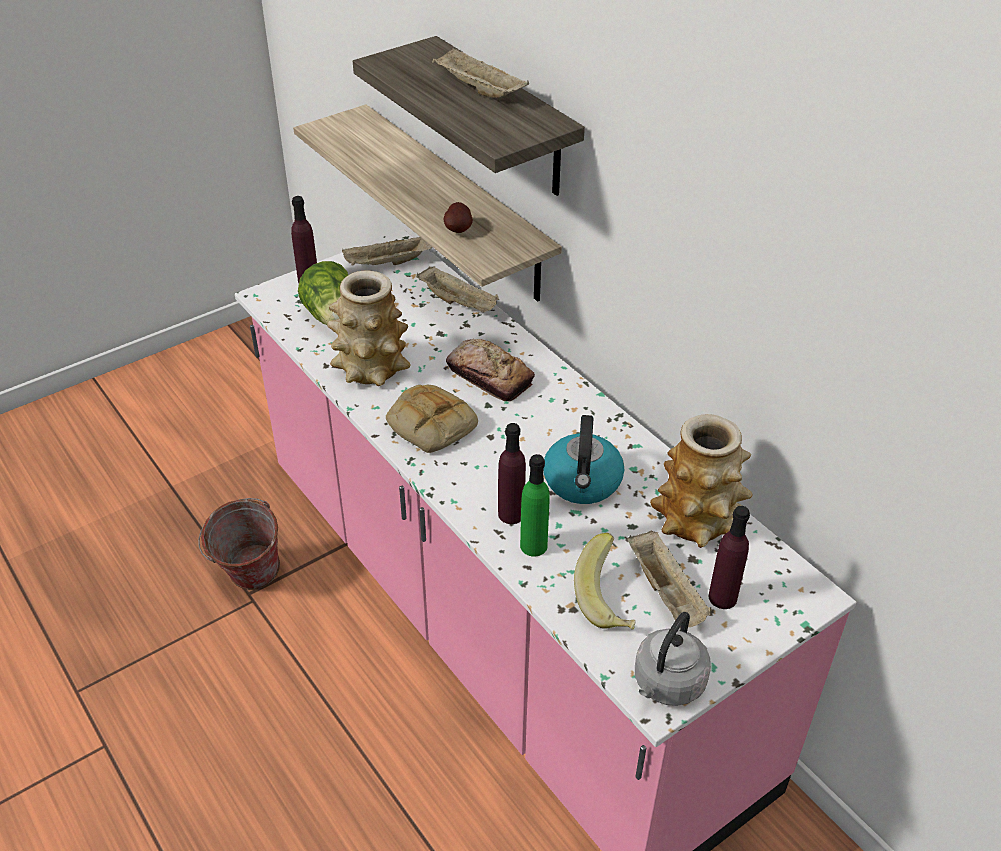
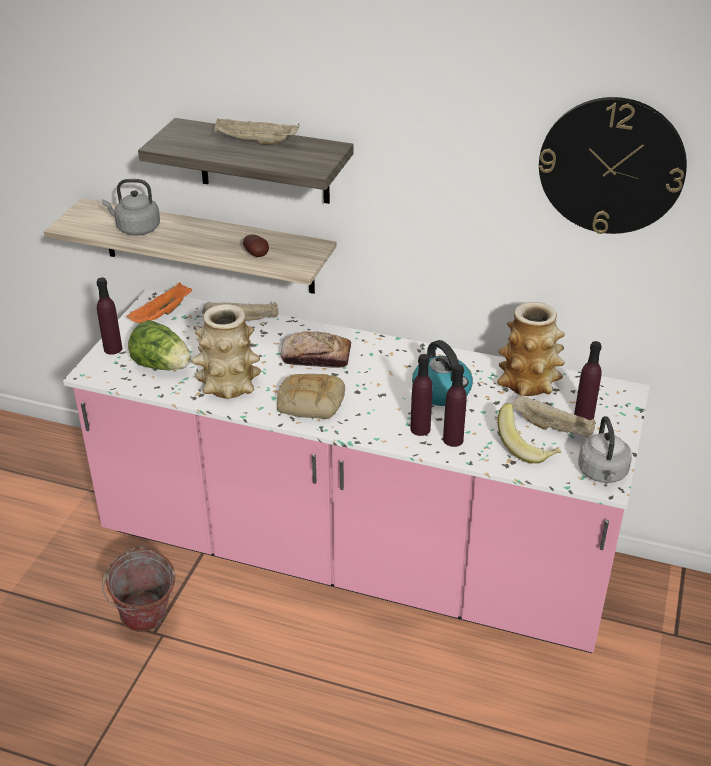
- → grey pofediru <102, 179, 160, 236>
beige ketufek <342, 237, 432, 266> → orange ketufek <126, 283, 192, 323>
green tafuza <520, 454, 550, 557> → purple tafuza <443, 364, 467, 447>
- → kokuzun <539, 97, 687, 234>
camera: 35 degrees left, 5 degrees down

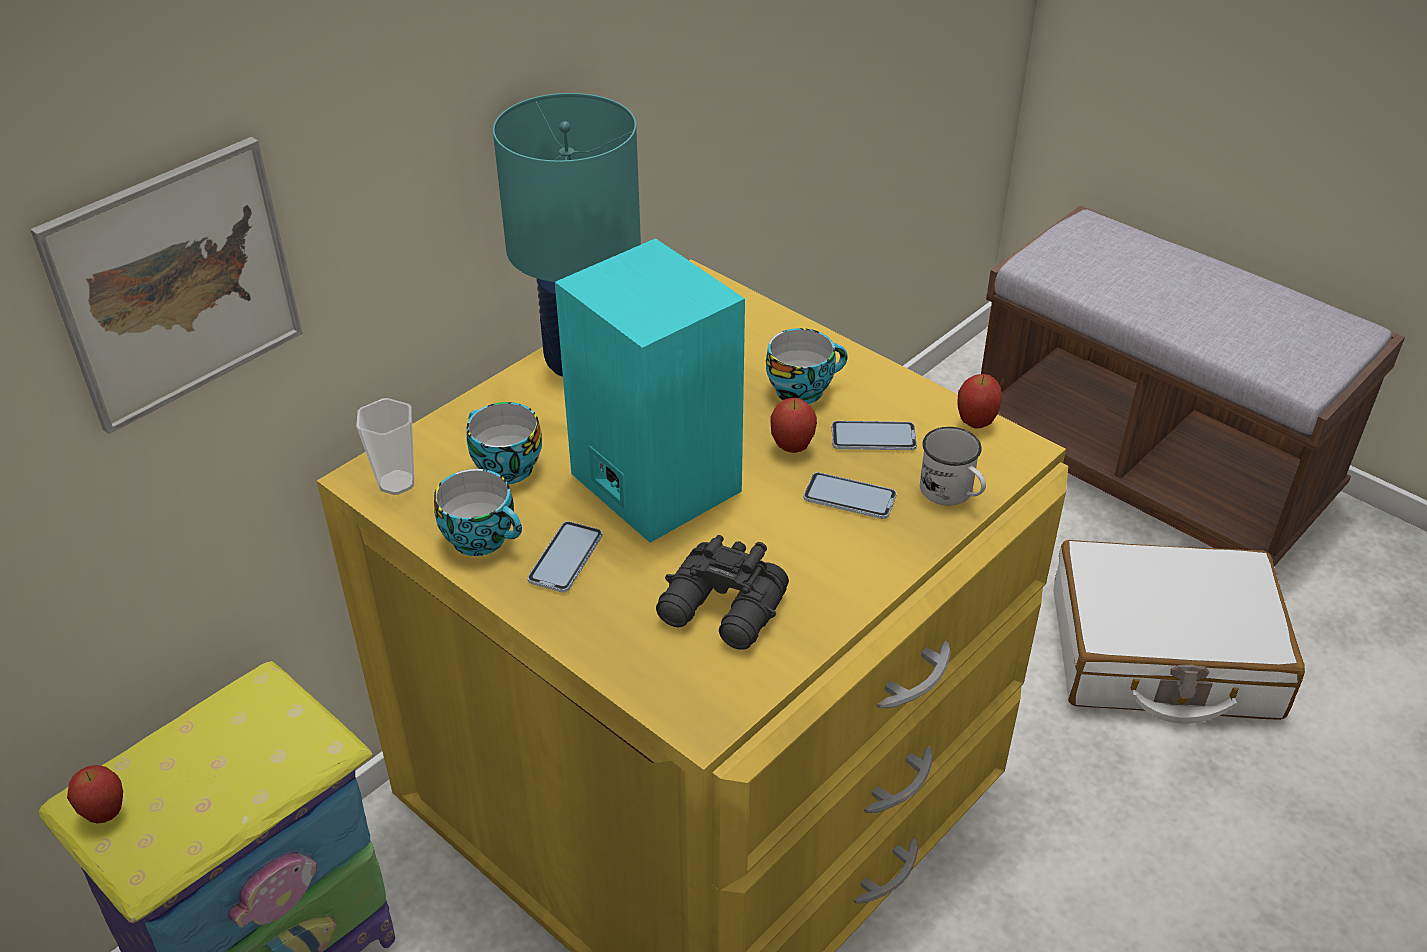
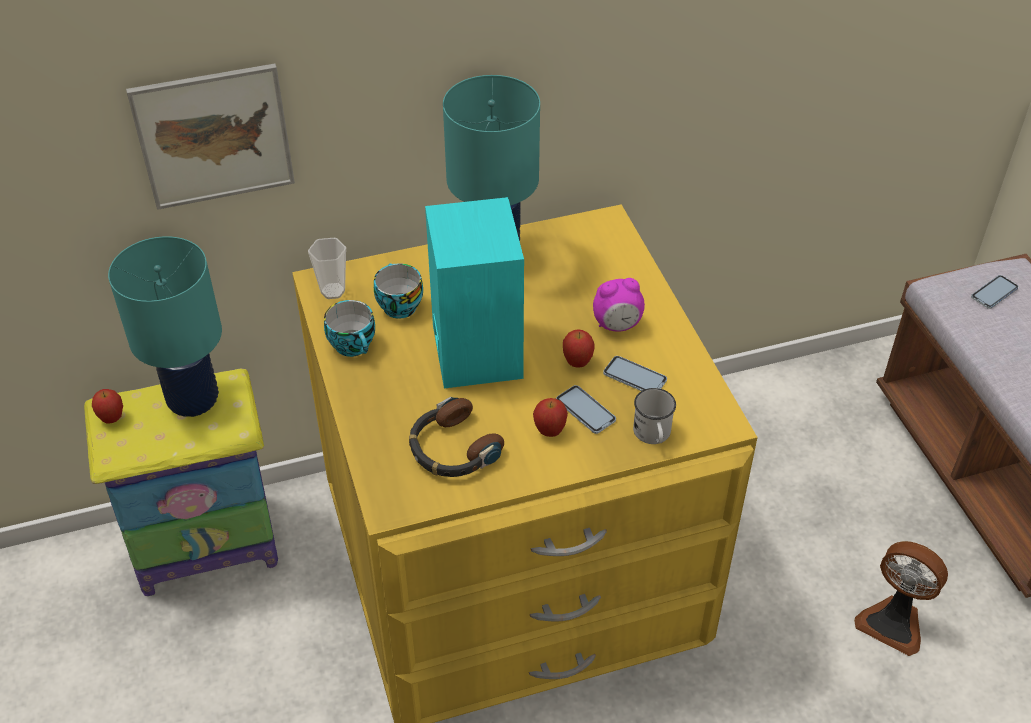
- → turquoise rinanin <108, 236, 222, 417>
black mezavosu <656, 535, 789, 650> → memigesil <409, 397, 504, 477>
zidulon <957, 374, 1002, 429> → zidulon <533, 398, 568, 437>, relocated
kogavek <766, 328, 847, 404> → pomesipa <593, 278, 645, 332>
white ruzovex <1053, 540, 1305, 724> → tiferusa <854, 541, 948, 656>
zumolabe <527, 521, 602, 592> → zumolabe <971, 275, 1019, 309>, relocated
camera: 30 degrees right, 5 degrees up

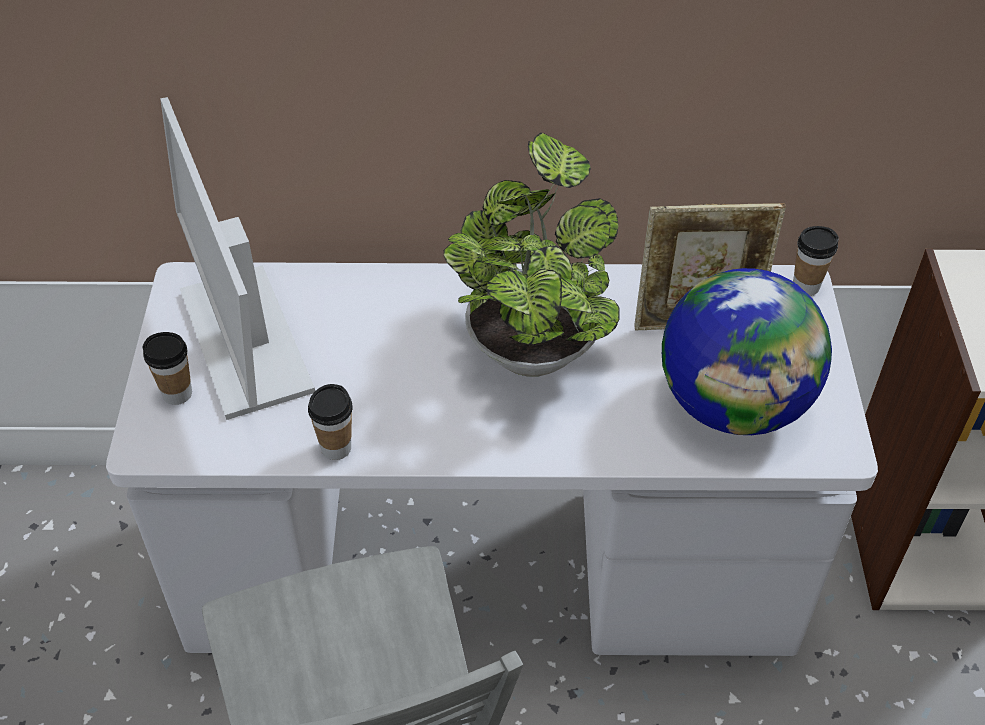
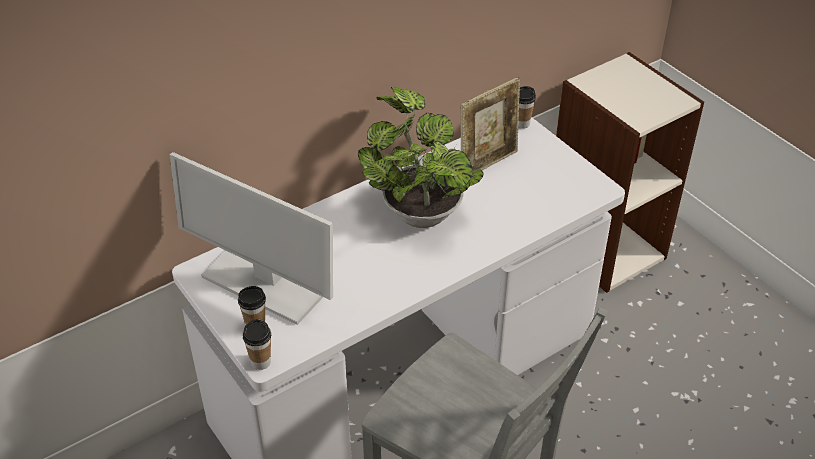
kogavek <308, 384, 353, 460> → kogavek <243, 319, 271, 370>, relocated
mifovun <662, 268, 832, 435> → -
camera: 35 degrees left, 5 degrees down

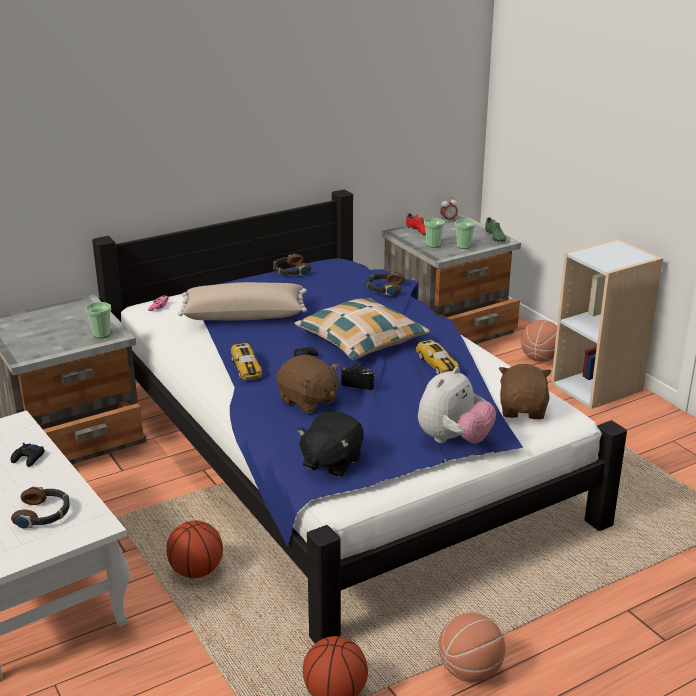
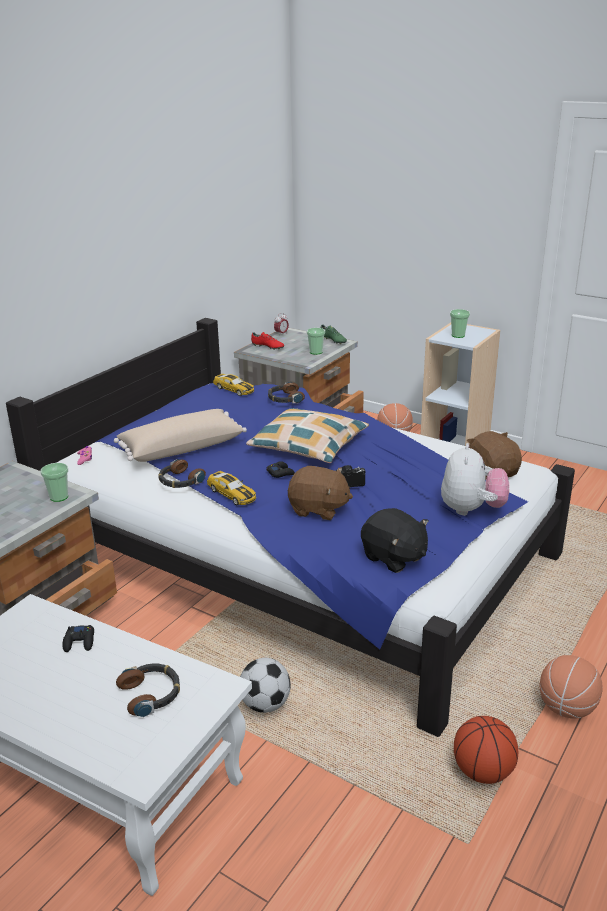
memigesil <273, 253, 311, 276> → memigesil <158, 459, 206, 488>, relocated
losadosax <416, 340, 459, 375> → losadosax <213, 374, 254, 396>, relocated
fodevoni <166, 520, 223, 578> → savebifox <240, 658, 291, 713>
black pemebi <297, 412, 364, 477> → black pemebi <361, 508, 429, 573>, 45 degrees counterclockwise
kogavek <424, 218, 445, 248> → kogavek <450, 309, 470, 338>, relocated
camera: 25 degrees left, 0 degrees up

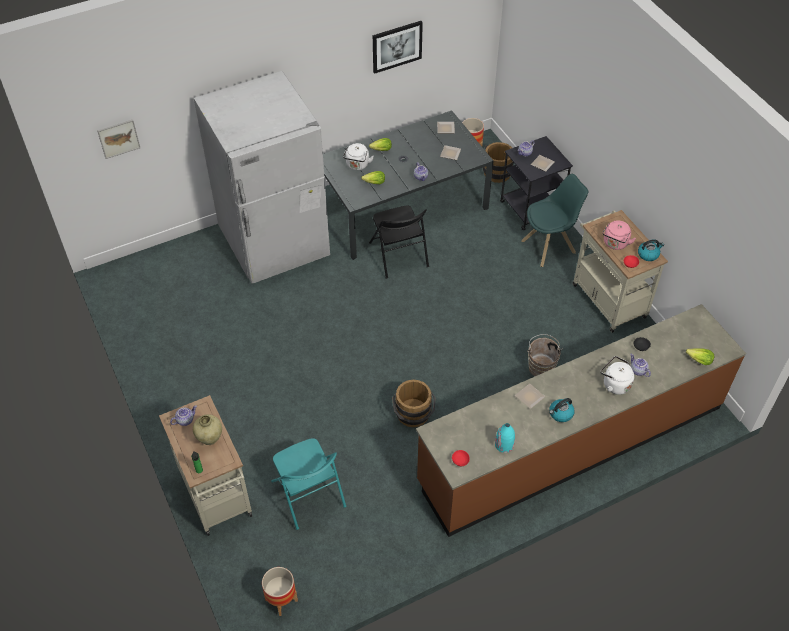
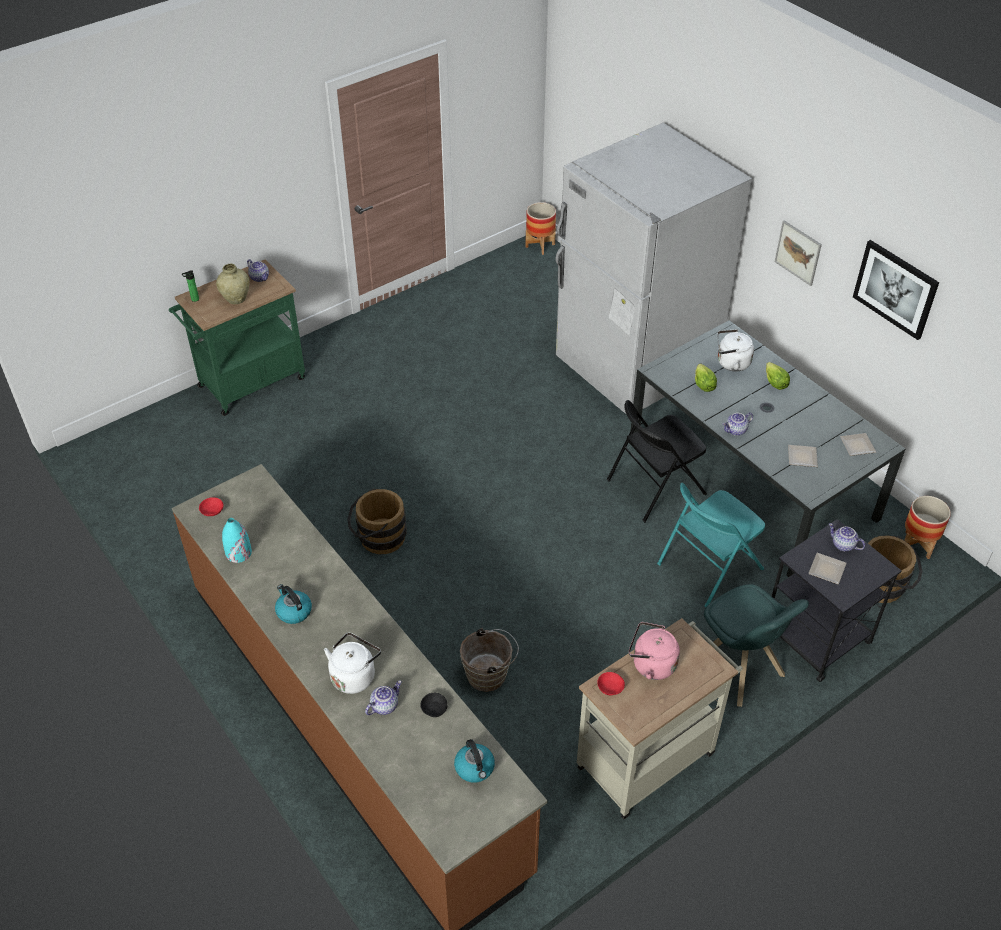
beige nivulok <159, 395, 252, 536> → green nivulok <169, 260, 305, 416>
pofediru <638, 240, 664, 261> → pofediru <454, 739, 495, 783>, relocated
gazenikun <262, 567, 298, 616> → gazenikun <525, 202, 556, 255>, relocated
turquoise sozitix <271, 438, 347, 530> → turquoise sozitix <657, 483, 765, 607>, relocated
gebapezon <97, 120, 140, 159> → gebapezon <775, 220, 822, 286>, relocated
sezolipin <515, 383, 545, 409> → -
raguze <686, 348, 714, 365> → -
camera: 80 degrees right, 5 degrees down

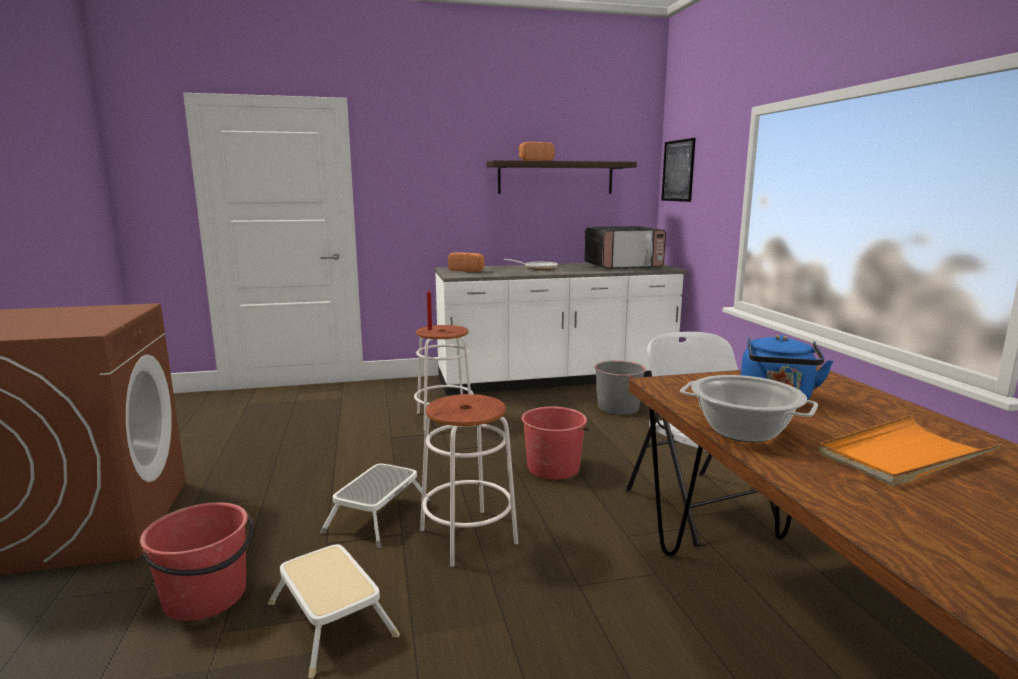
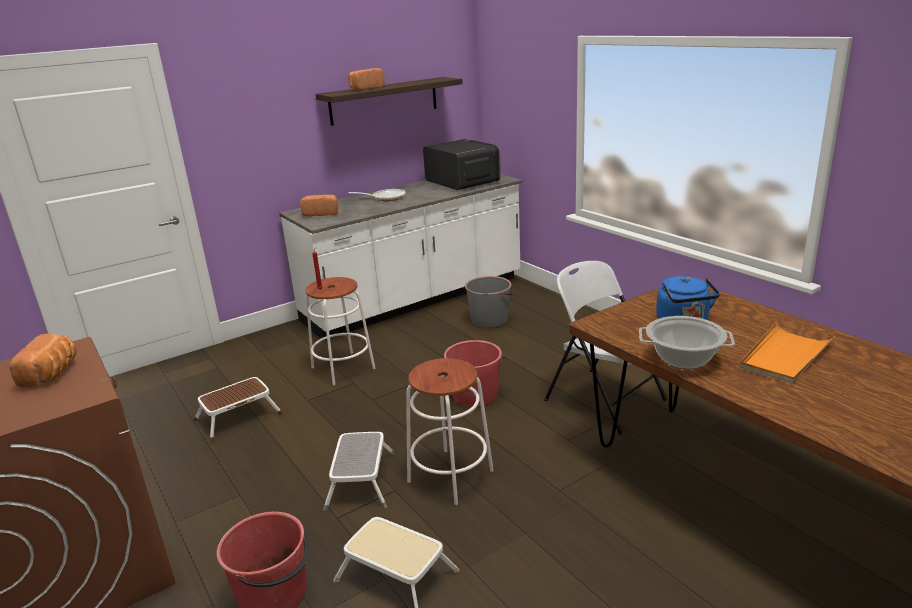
- → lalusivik <9, 334, 77, 388>
- → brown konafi <194, 377, 283, 443>
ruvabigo <584, 226, 666, 269> → ruvabigo <423, 139, 501, 190>, 90 degrees counterclockwise
gebapezon <661, 138, 696, 202> → -
camera: 20 degrees left, 10 degrees up

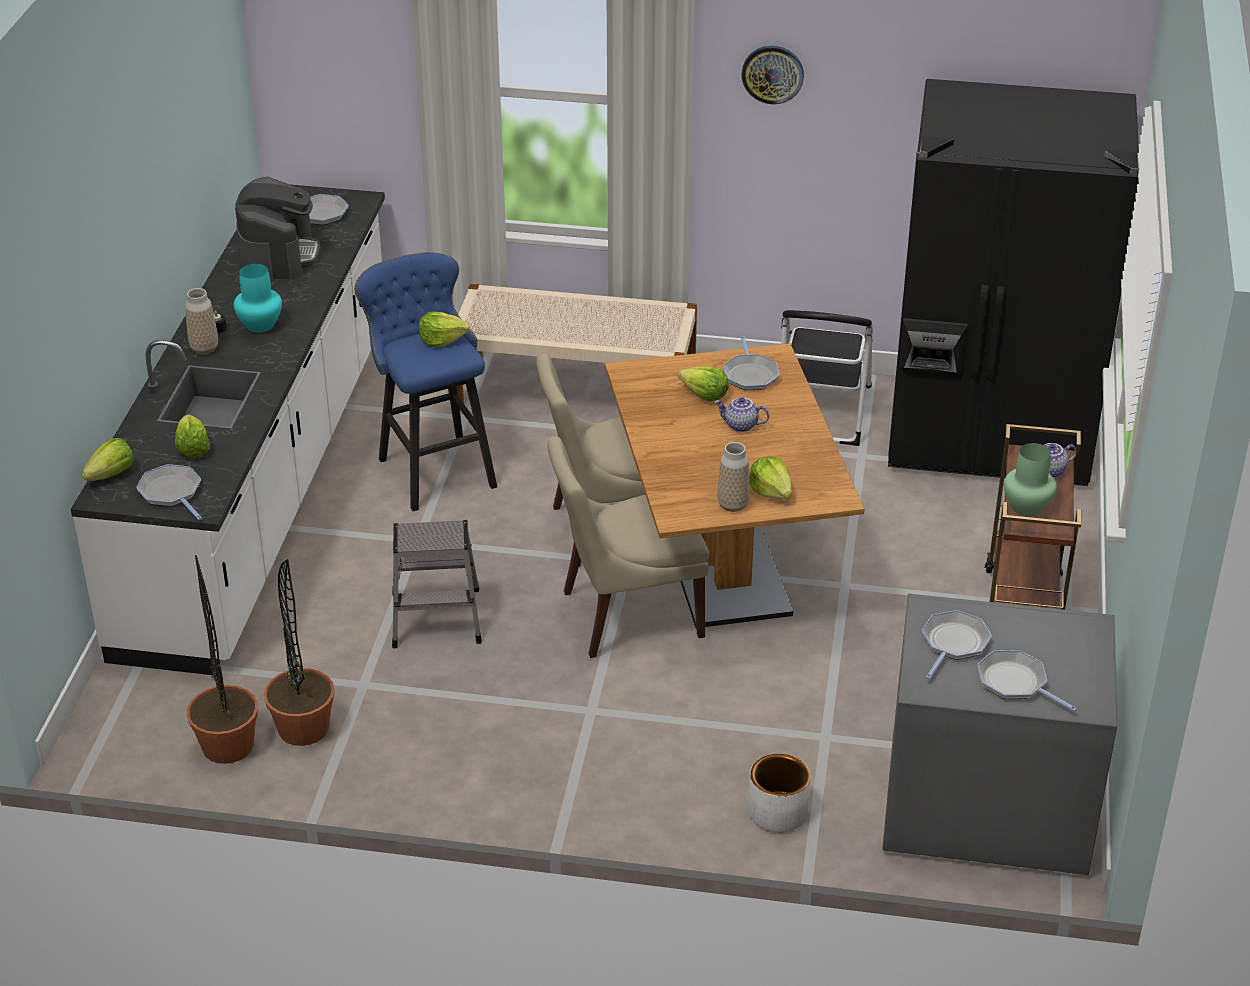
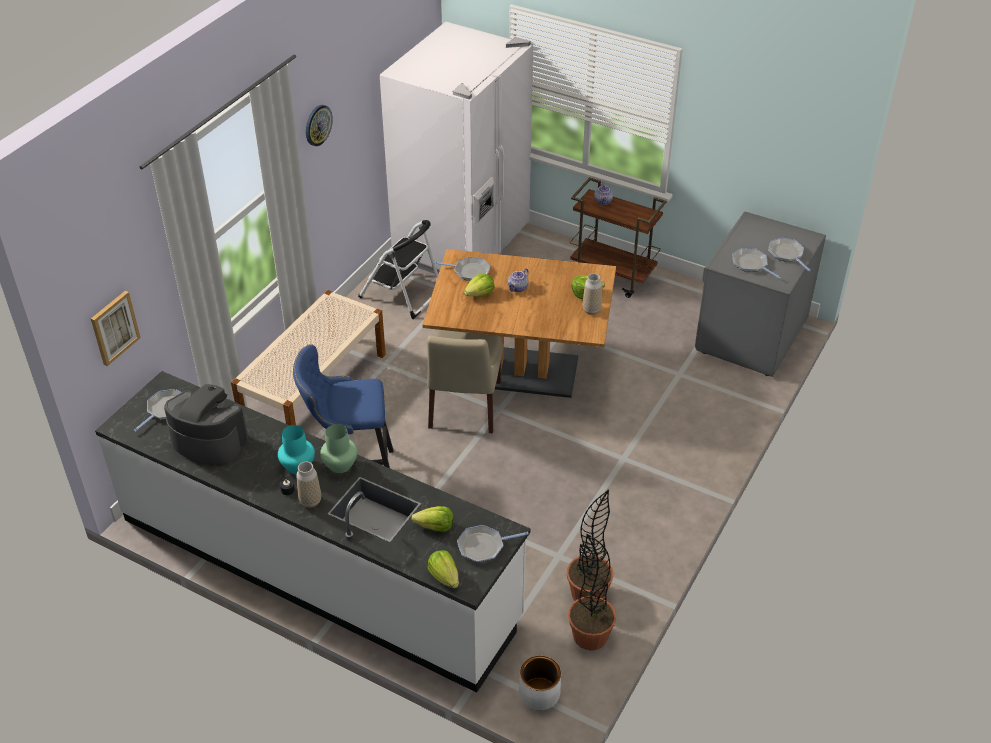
- → gebapezon <91, 291, 141, 366>
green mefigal <1004, 443, 1057, 517> → green mefigal <320, 424, 357, 473>, relocated
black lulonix <888, 79, 1139, 486> → white lulonix <380, 22, 533, 274>
white gazenikun <748, 754, 811, 832> → white gazenikun <519, 656, 561, 710>, relocated
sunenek <978, 650, 1077, 711> → sunenek <768, 238, 811, 271>, 90 degrees clockwise
grey konafi <392, 520, 482, 648> → -
raguze <419, 312, 470, 347> → -
beige sozitix <547, 436, 709, 658> → -
camera: 70 degrees left, 5 degrees up

